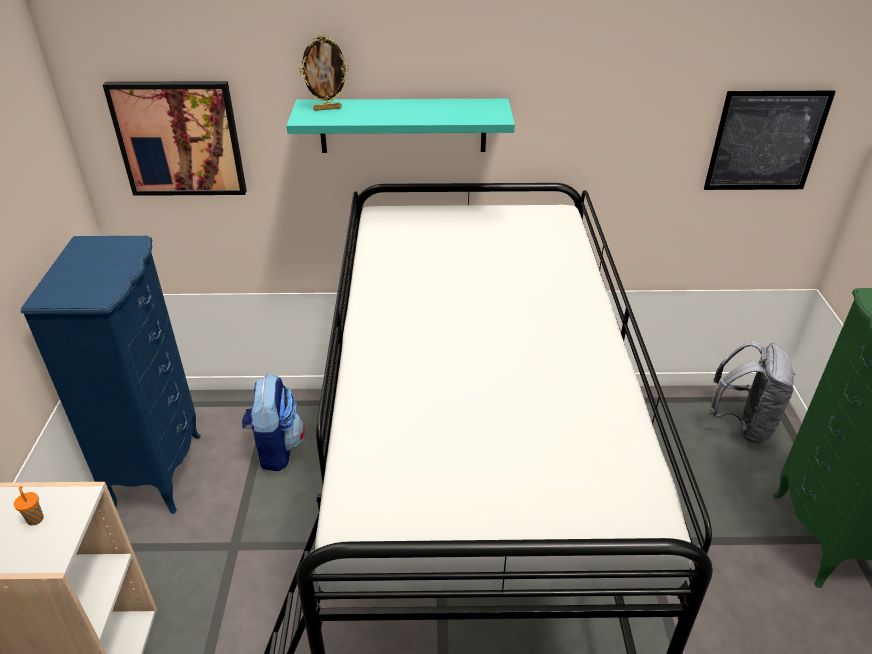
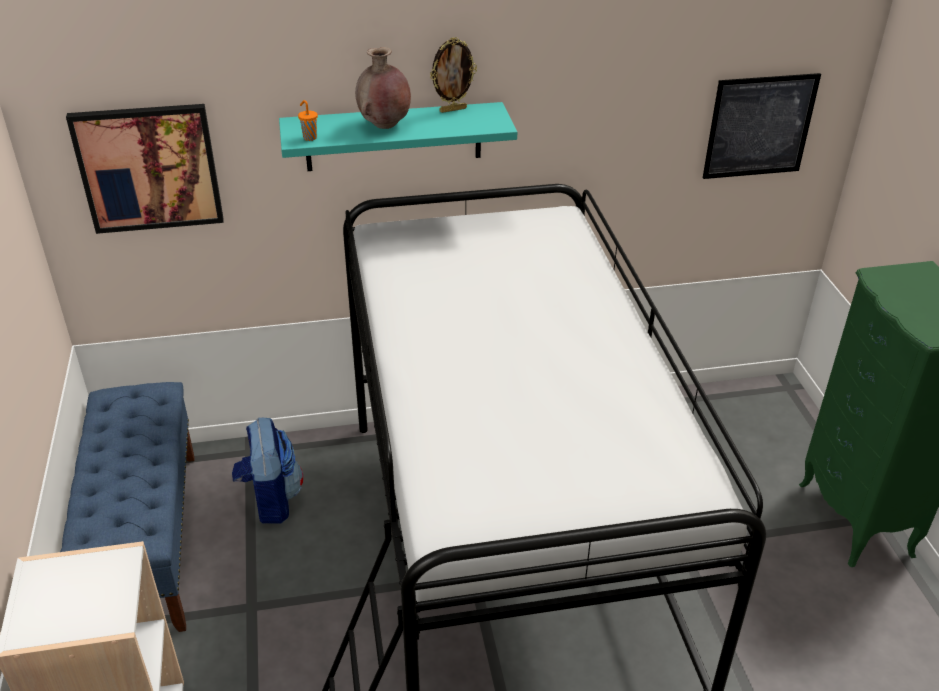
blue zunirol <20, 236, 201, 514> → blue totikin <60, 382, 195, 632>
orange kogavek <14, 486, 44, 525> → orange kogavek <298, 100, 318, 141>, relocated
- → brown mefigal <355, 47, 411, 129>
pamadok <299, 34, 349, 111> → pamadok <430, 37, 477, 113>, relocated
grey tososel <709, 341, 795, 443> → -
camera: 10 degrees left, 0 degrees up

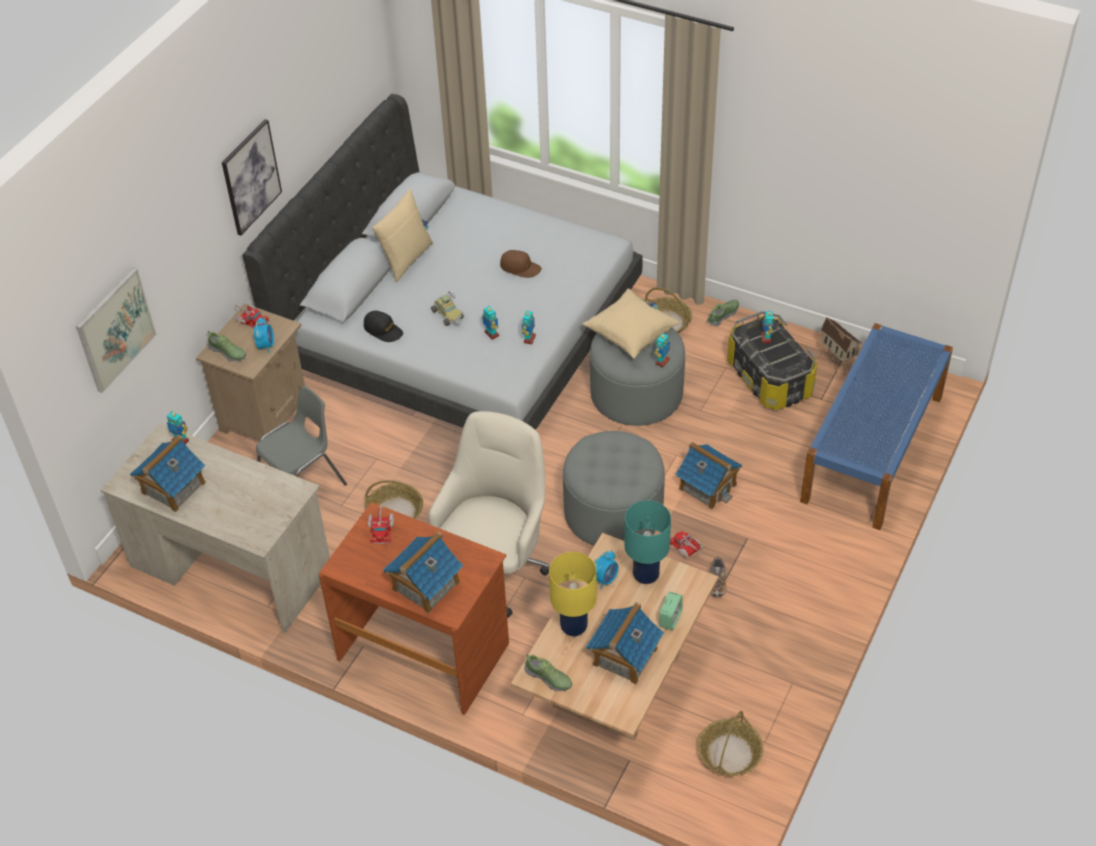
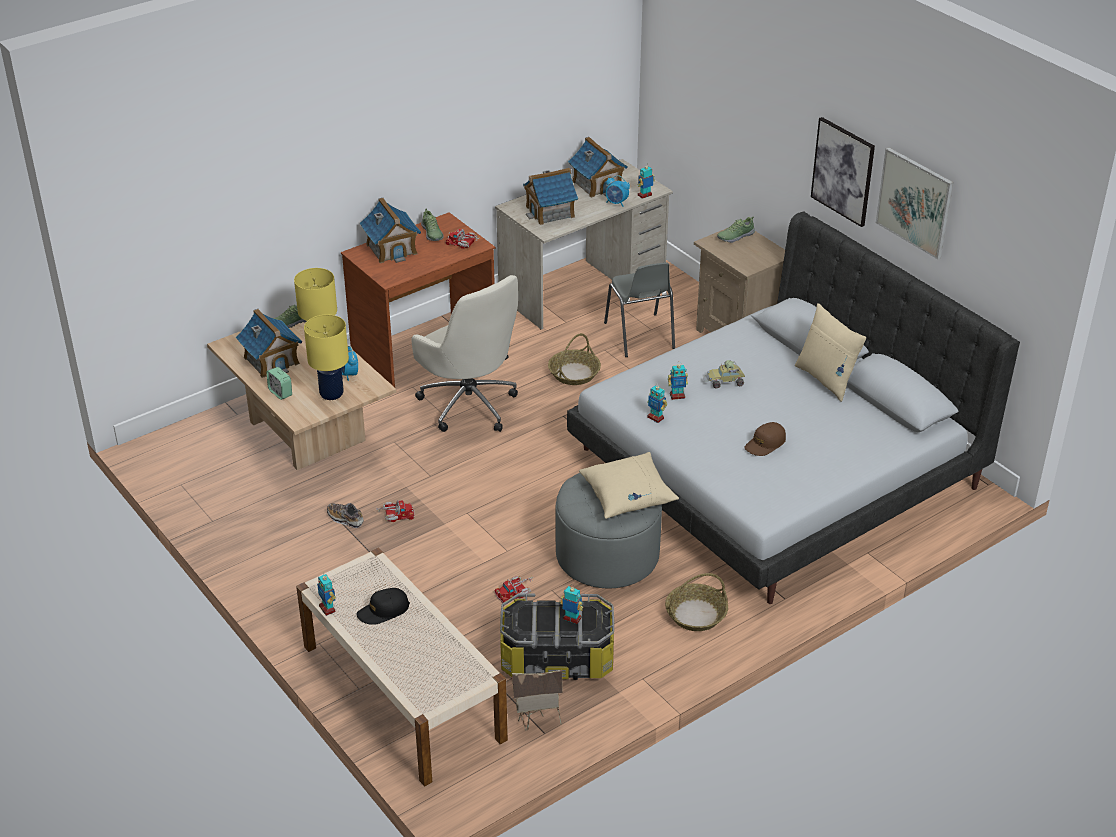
blue totikin <800, 323, 953, 530> → beige totikin <296, 547, 508, 787>
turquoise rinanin <625, 500, 671, 584> → yellow rinanin <304, 315, 349, 400>
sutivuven <654, 332, 670, 367> → sutivuven <317, 573, 336, 616>, relocated
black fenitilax <364, 311, 403, 342> → black fenitilax <356, 588, 410, 625>, relocated
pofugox <707, 300, 739, 326> → pofugox <421, 208, 444, 241>, relocated
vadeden <234, 304, 269, 328> → vadeden <494, 576, 534, 603>, relocated
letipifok <675, 442, 742, 510> → letipifok <523, 168, 578, 225>, relocated
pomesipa <254, 317, 274, 353> → pomesipa <606, 175, 630, 207>, relocated
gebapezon <76, 268, 156, 393> → gebapezon <876, 147, 953, 259>, relocated
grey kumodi <563, 431, 665, 546> → -
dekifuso <698, 711, 764, 776> → -
camera: 115 degrees right, 10 degrees down

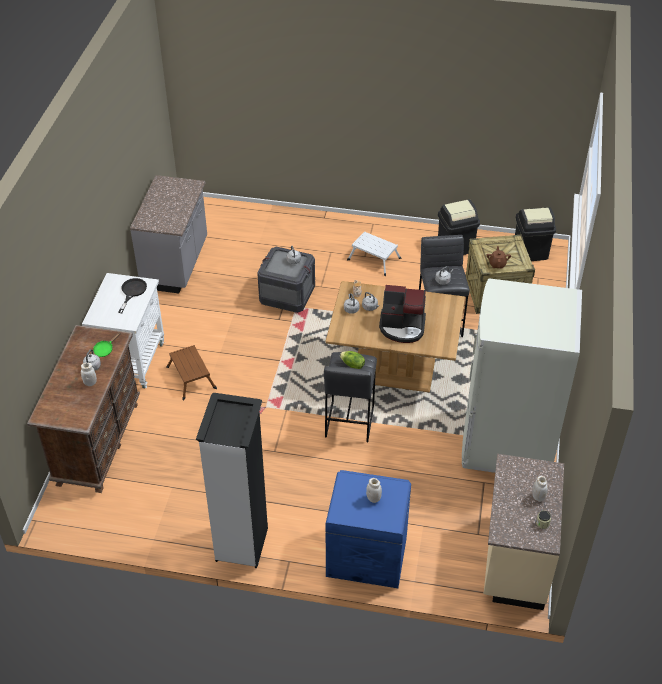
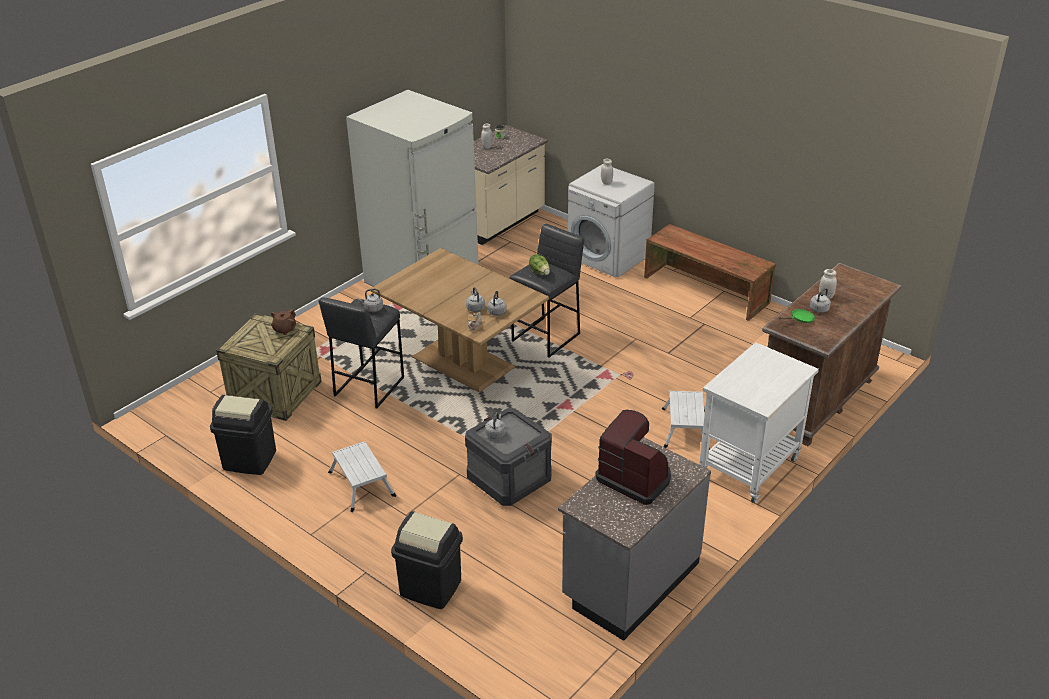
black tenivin <515, 207, 556, 261> → black tenivin <391, 511, 463, 609>, relocated
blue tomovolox <326, 470, 411, 588> → white tomovolox <568, 164, 655, 278>
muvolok <379, 285, 426, 343> → muvolok <595, 410, 671, 505>, relocated
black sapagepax <196, 393, 268, 568> → brown totikin <644, 224, 776, 321>
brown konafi <166, 345, 217, 400> → white konafi <662, 391, 710, 450>
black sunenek <118, 278, 147, 313> → -
camera: 150 degrees left, 10 degrees down

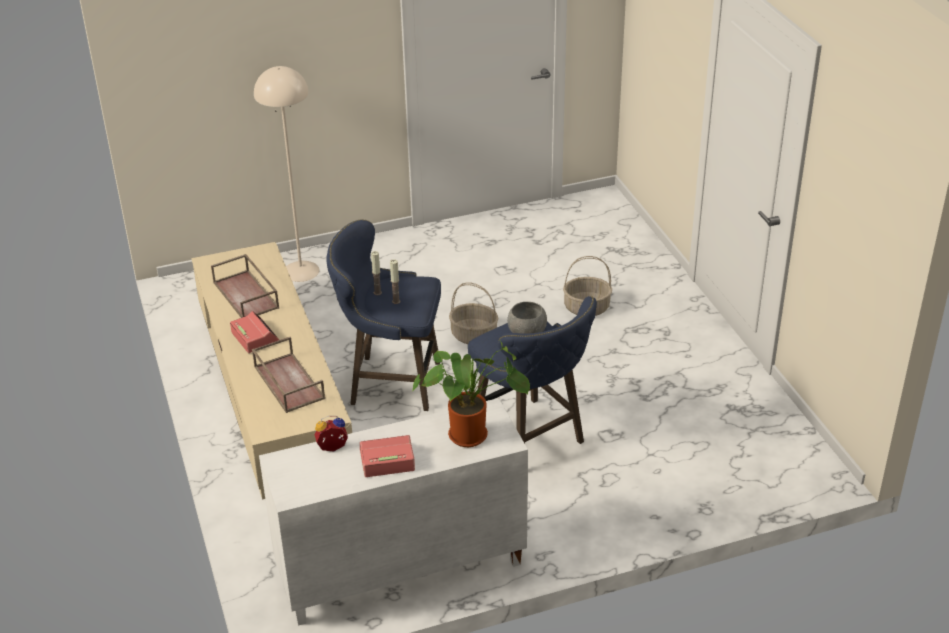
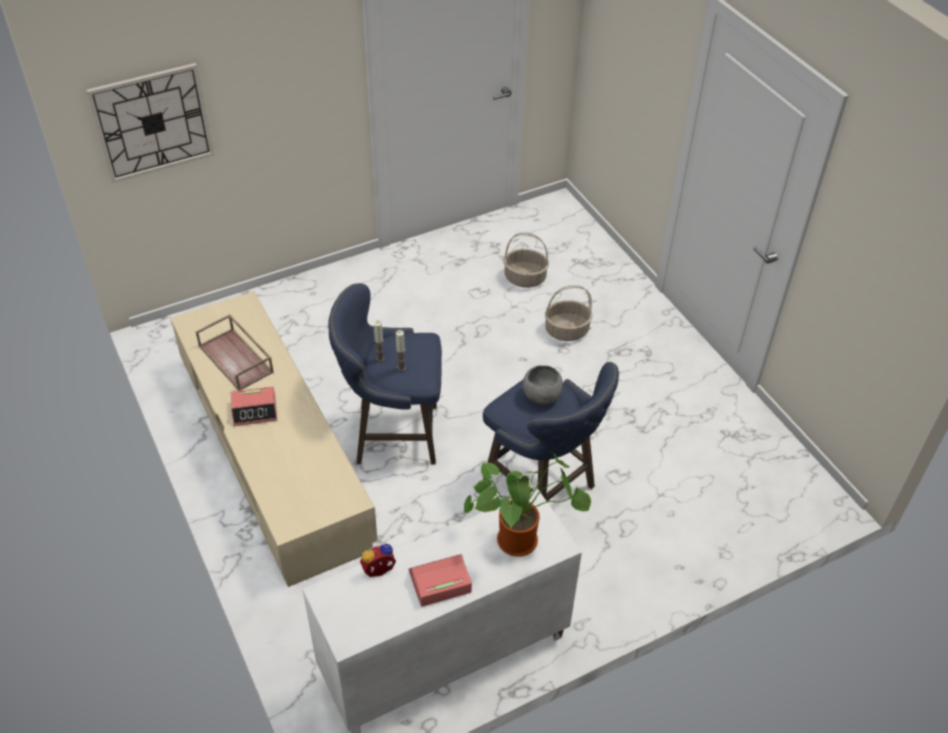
- → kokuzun <86, 63, 214, 183>
pomesipa <230, 311, 279, 353> → pomesipa <231, 387, 277, 426>, 120 degrees clockwise
dekifuso <449, 282, 499, 344> → dekifuso <503, 233, 549, 288>, relocated
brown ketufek <252, 337, 325, 413> → -
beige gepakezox <254, 66, 320, 282> → -
camera: 10 degrees left, 10 degrees up

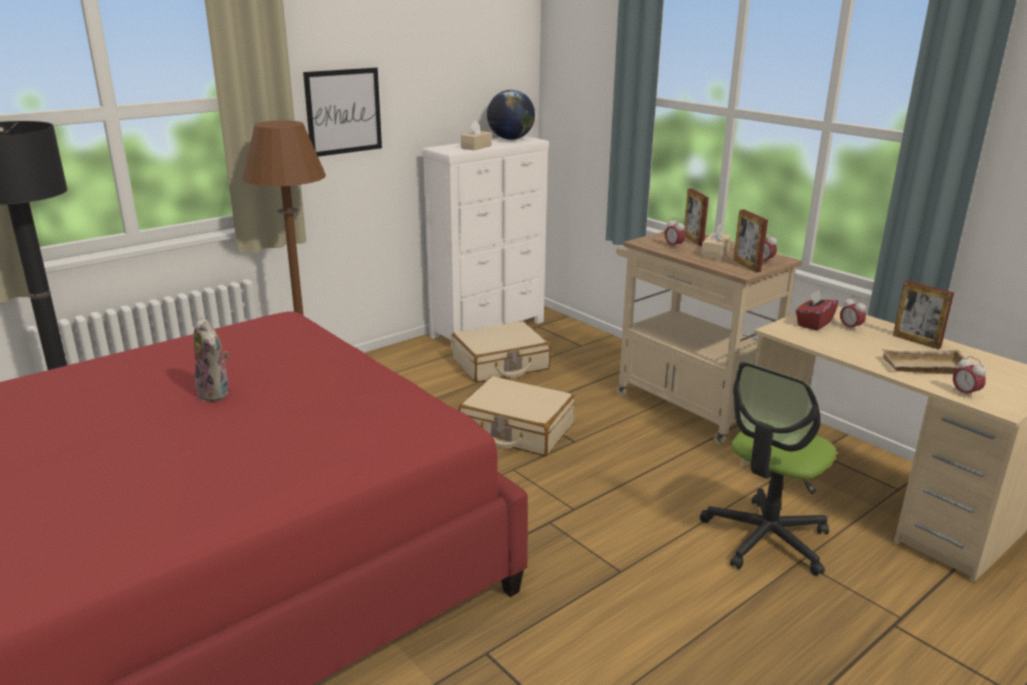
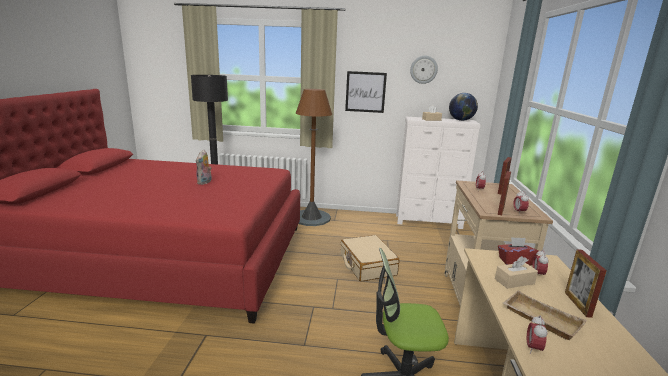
- → kokuzun <410, 56, 438, 84>
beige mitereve <701, 224, 731, 260> → beige mitereve <495, 256, 538, 289>, relocated
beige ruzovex <452, 321, 550, 382> → -
camera: 45 degrees right, 5 degrees down

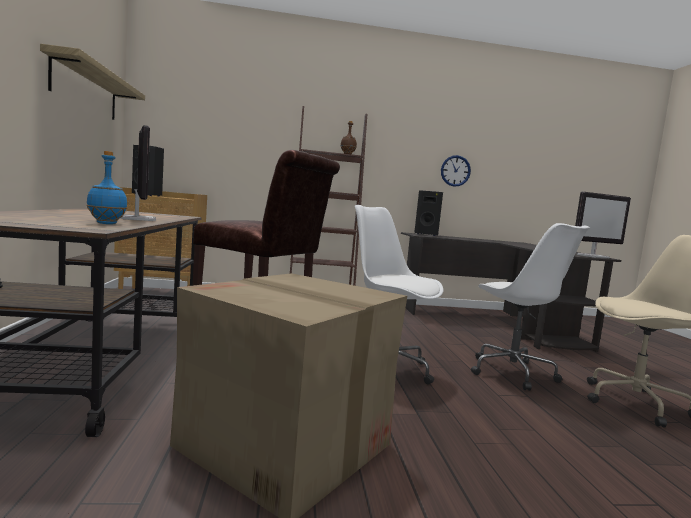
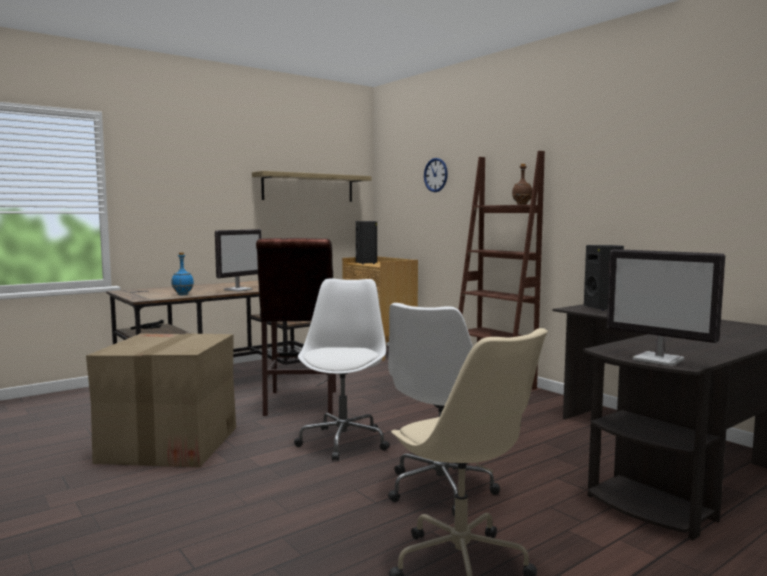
kokuzun <441, 155, 471, 187> → kokuzun <424, 158, 448, 192>, relocated
camera: 60 degrees right, 0 degrees up

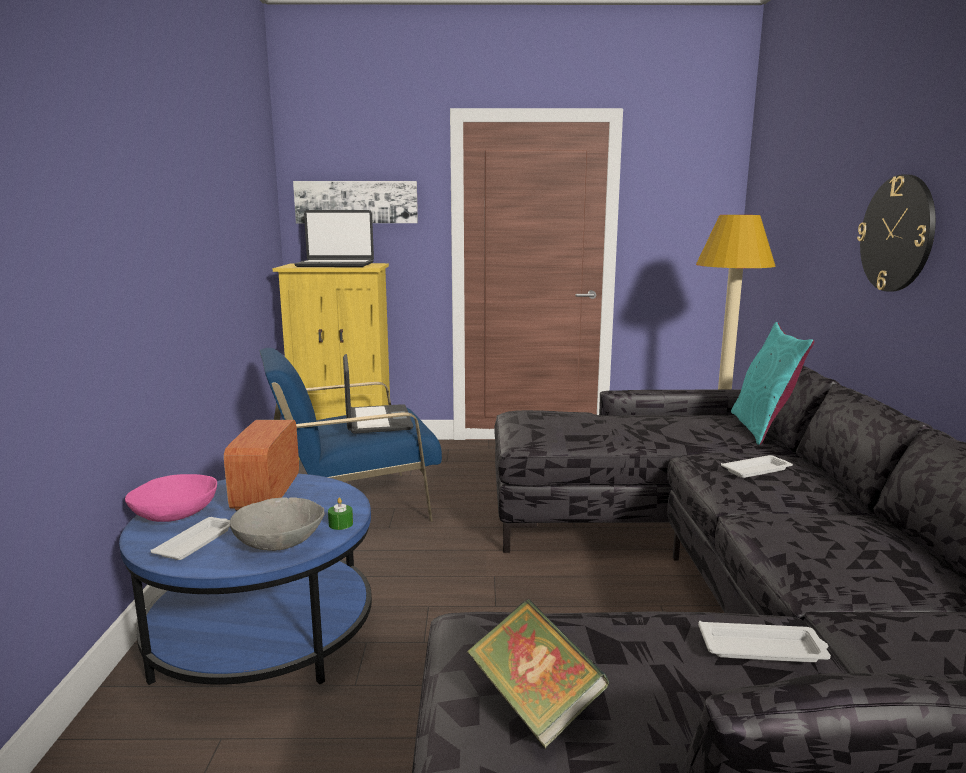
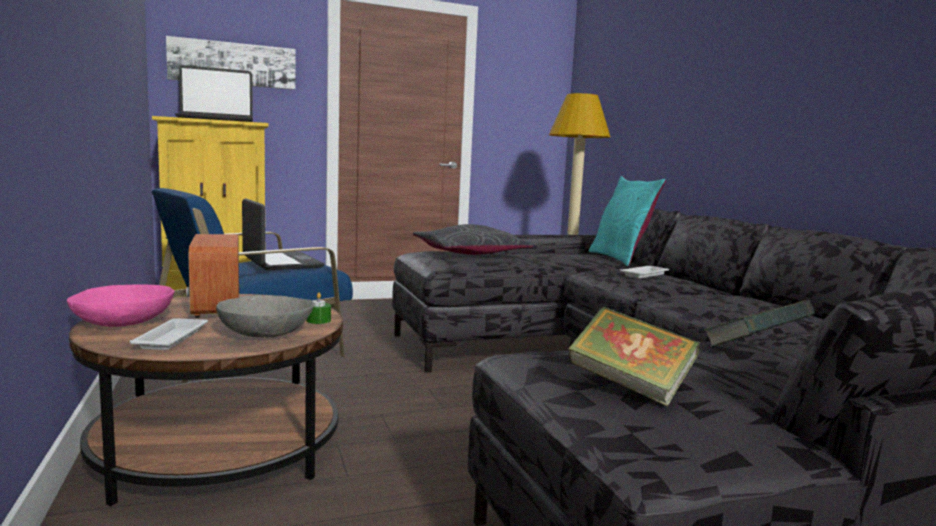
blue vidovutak <119, 474, 372, 685> → brown vidovutak <69, 294, 343, 506>
- → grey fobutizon <413, 224, 534, 255>
white ketufek <698, 621, 831, 662> → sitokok <704, 300, 815, 347>
kokuzun <857, 175, 936, 291> → -
camera: 20 degrees left, 5 degrees down

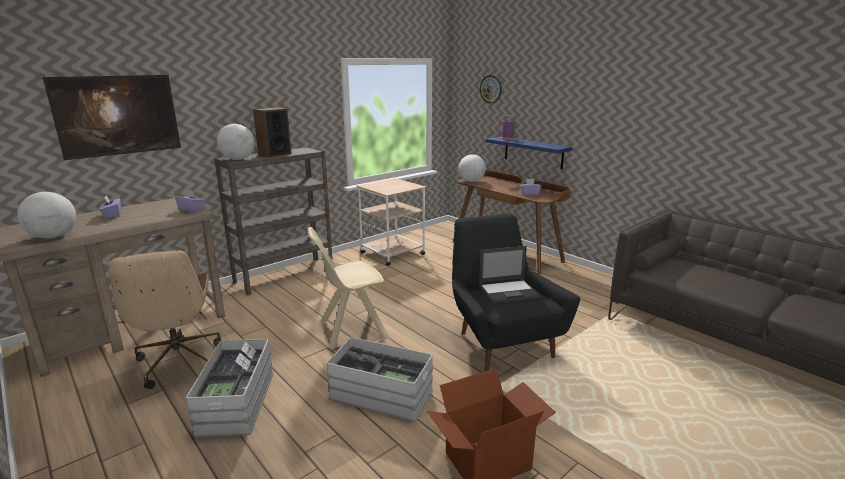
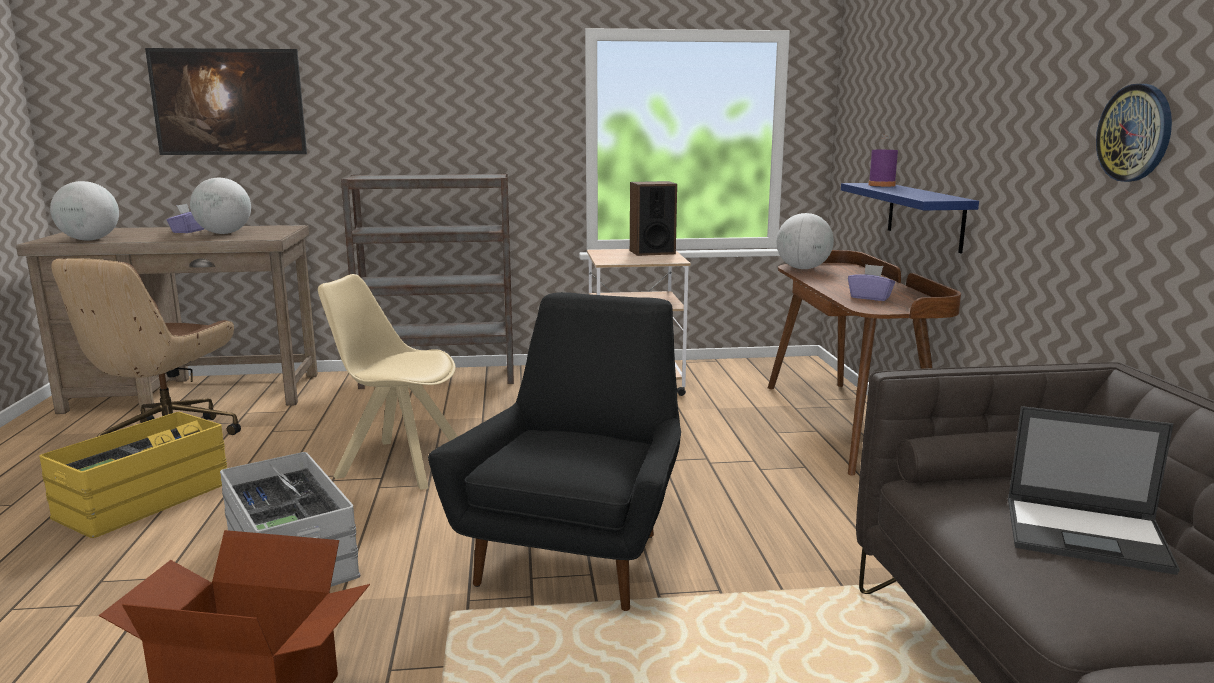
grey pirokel <185, 339, 273, 438> → yellow pirokel <39, 412, 227, 538>
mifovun <217, 124, 255, 160> → mifovun <190, 178, 251, 234>, relocated
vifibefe <253, 108, 291, 158> → vifibefe <630, 181, 677, 256>, relocated
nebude <479, 246, 540, 303> → nebude <1008, 406, 1180, 575>, relocated
kokuzun <480, 75, 502, 103> → kokuzun <1096, 84, 1172, 182>, relocated
purple mitereve <175, 190, 205, 212> → -
camera: 35 degrees right, 5 degrees down

